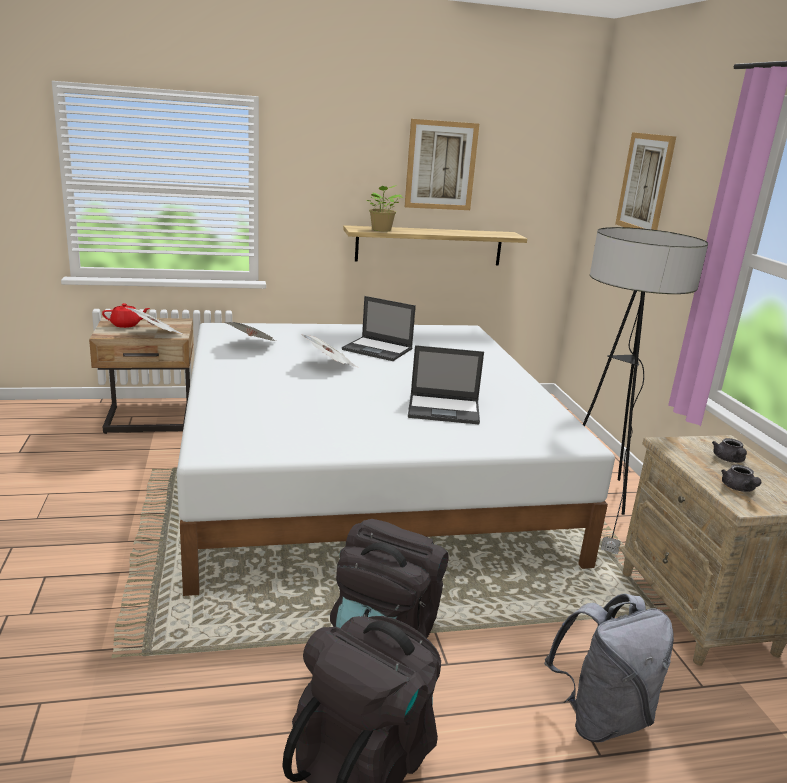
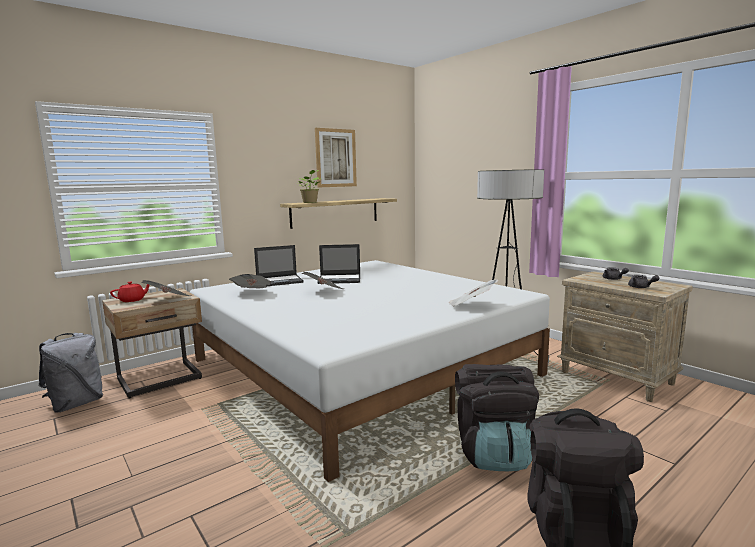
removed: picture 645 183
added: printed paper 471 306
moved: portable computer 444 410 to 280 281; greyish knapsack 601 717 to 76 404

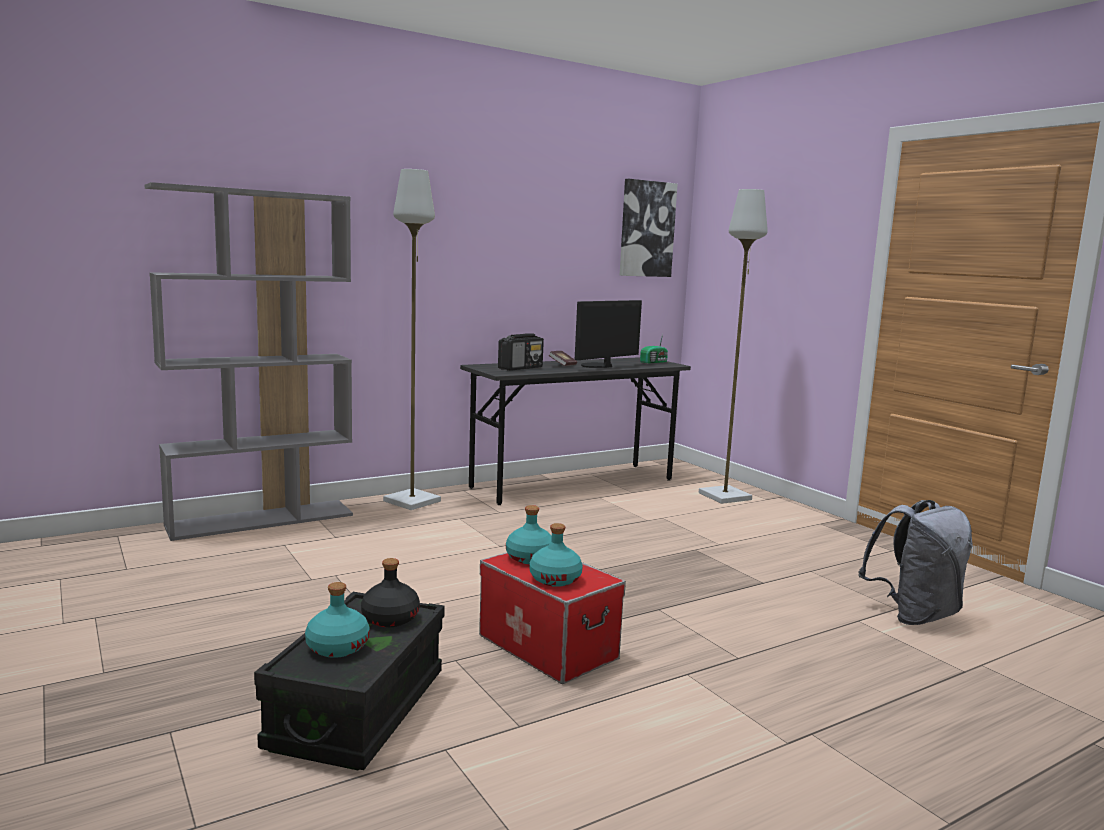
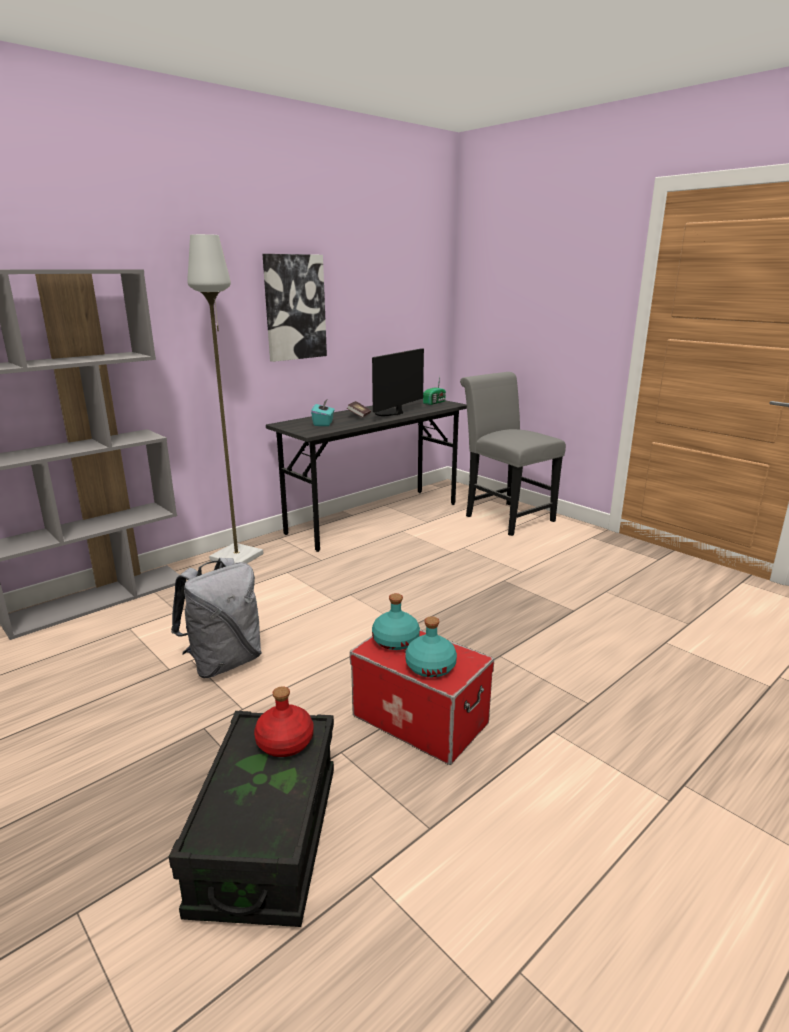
removed: blue-green bottle 337 647
moved: picture 646 229 to 294 307; greyish knapsack 913 615 to 224 662
replaced: radio set 521 368 to blue-green tissue box 323 423; greyish floor lamp 724 496 to greyish chair 505 516
recoloured: black bottle 389 618 to red-coloured bottle 284 742

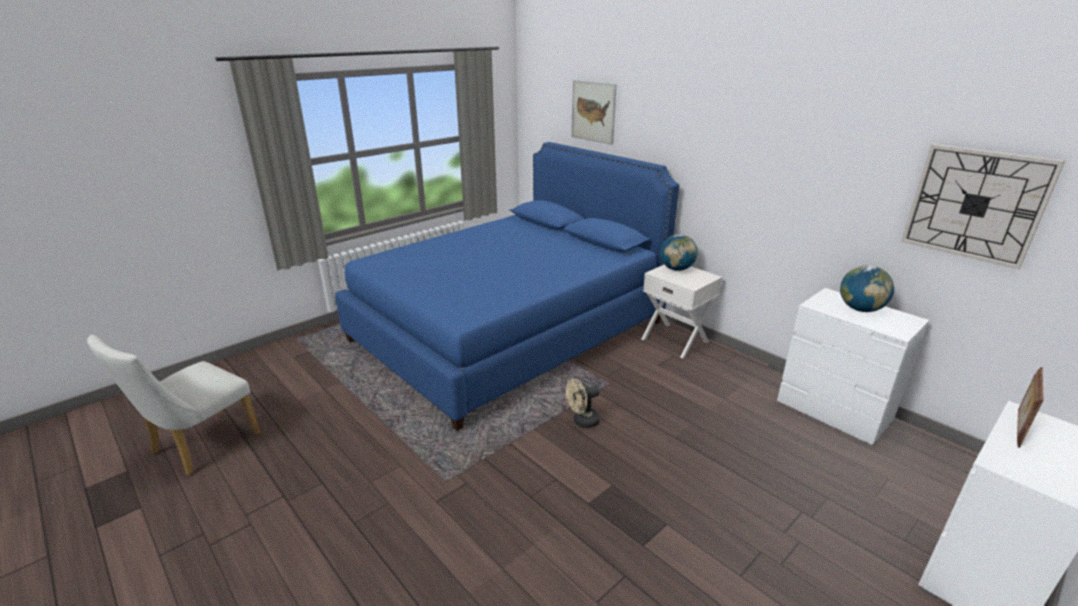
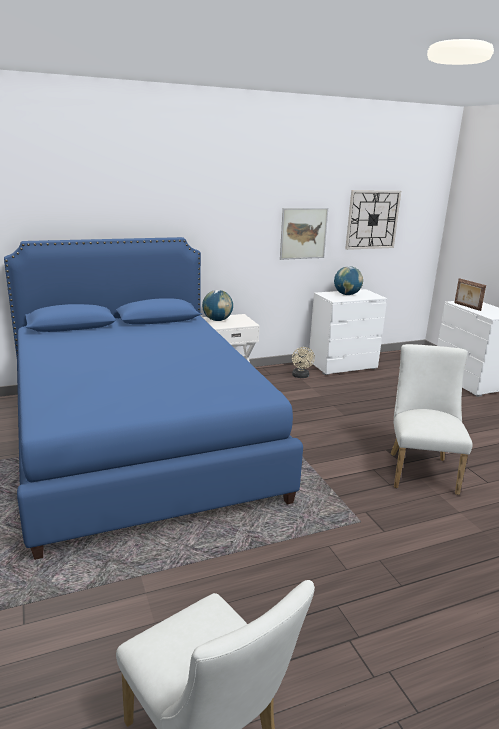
added: whitish chair 420 470
moved: sand-coloured fan 582 421 to 301 376; picture 593 111 to 303 233

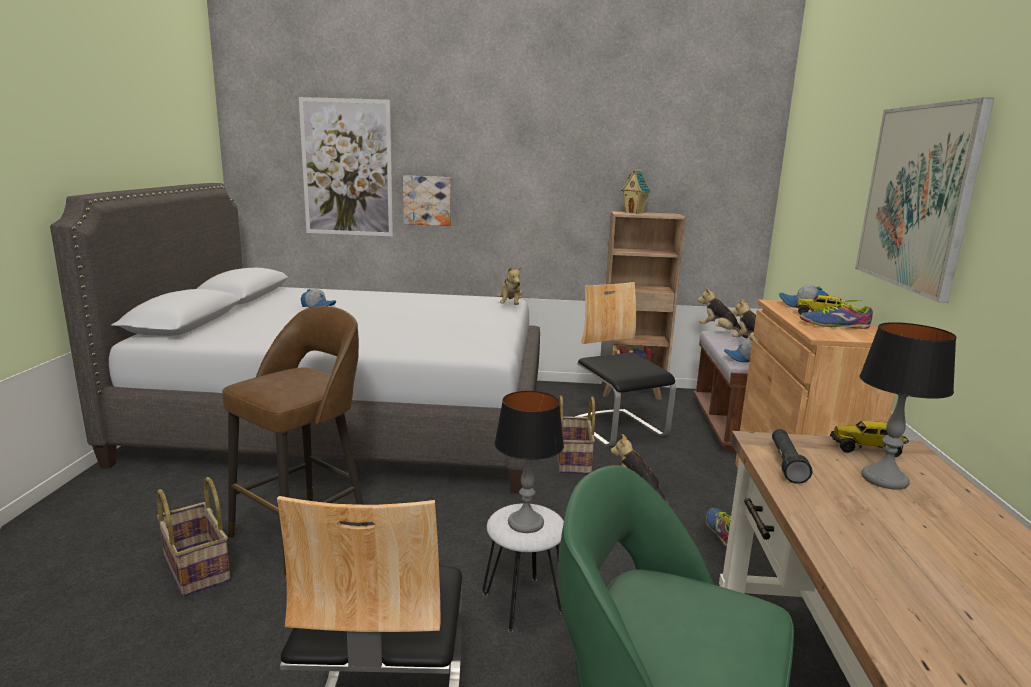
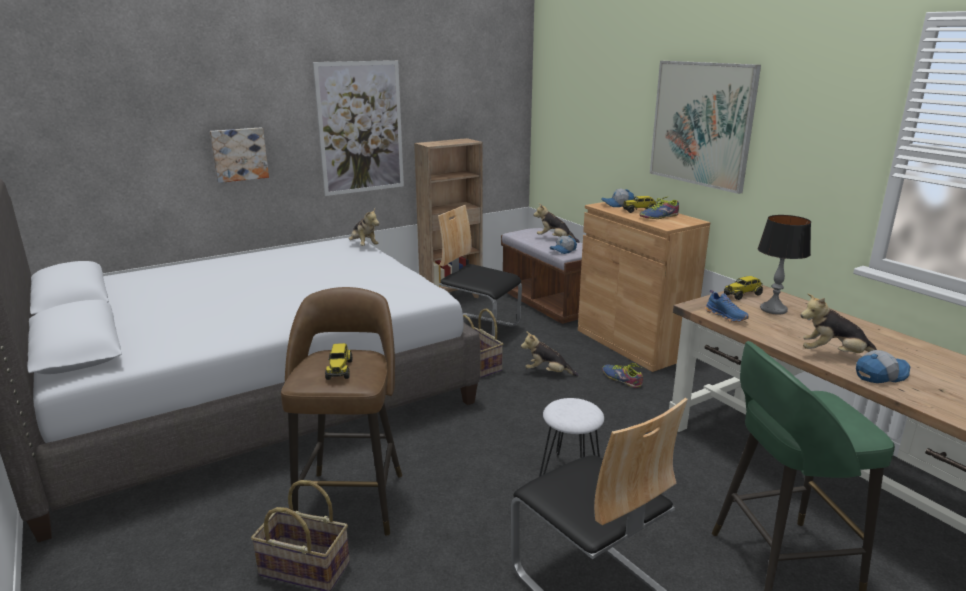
removed: tabletop lamp 525 523; model house 634 212
added: toy lorry 339 370
moved: picture 347 168 to 360 128; baseball cap 318 307 to 880 375; soft toy 720 331 to 833 355
replaced: black flashlight 786 464 to bluish low shoe 726 316

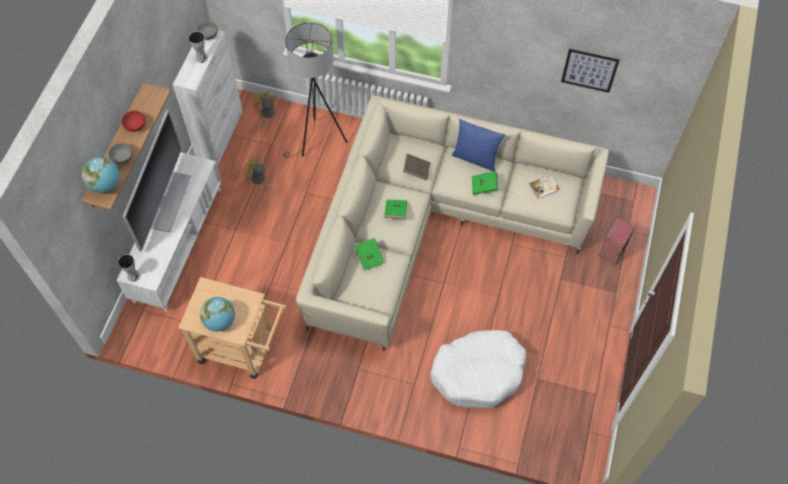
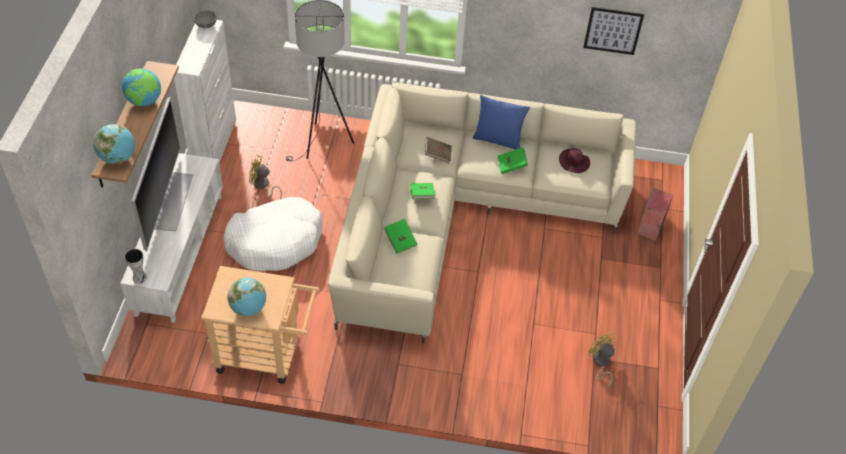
removed: greyish bowl 122 159; flower vase 202 57
moved: yellow-coloured fan 266 115 to 600 363; whitish dog bed 478 372 to 275 241
replaced: red-coloured bowl 136 126 to world globe 144 101; volume 544 187 to purplish clothing hat 574 163

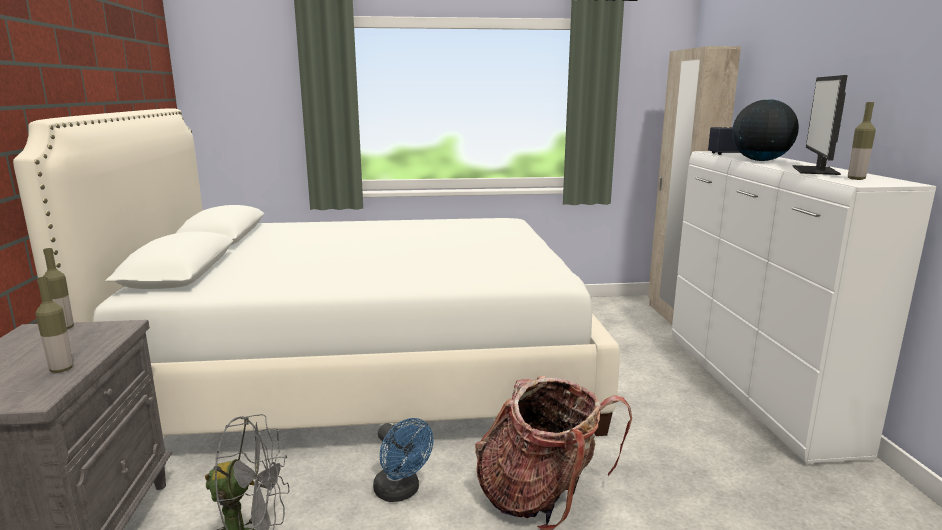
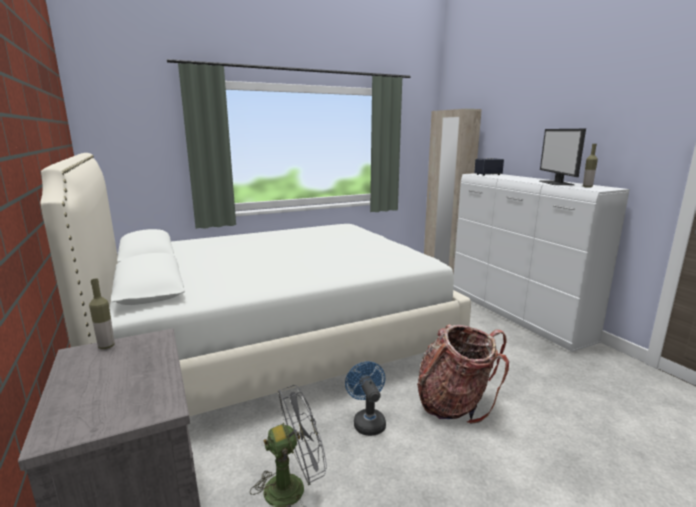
removed: bottle 61 369; world globe 760 160
turned: bluish fan 401 492 = 367 421 135 degrees counterclockwise

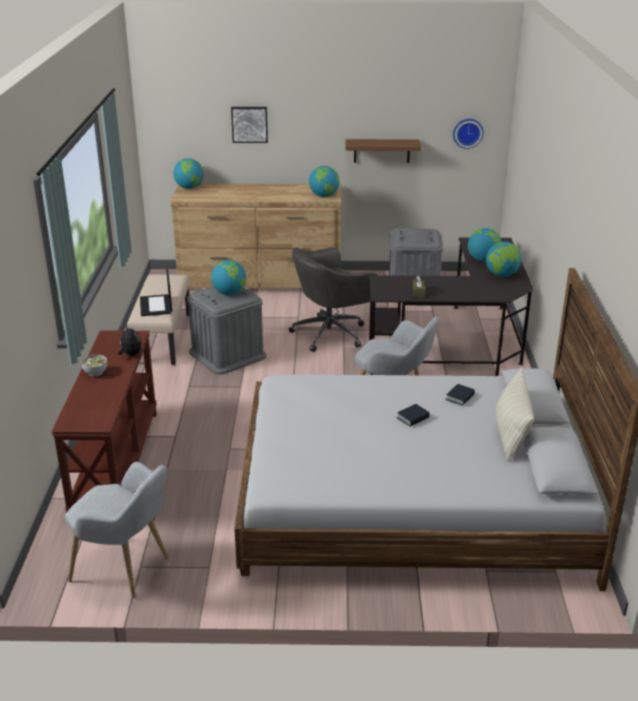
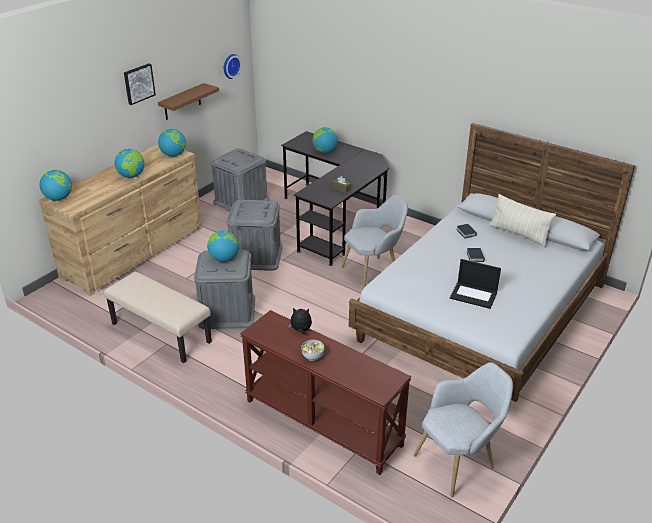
moved: portable computer 156 306 to 474 295; picture 249 124 to 138 83; world globe 501 275 to 131 176
replaced: greyish desk chair 331 333 to greyish storage bin 256 256

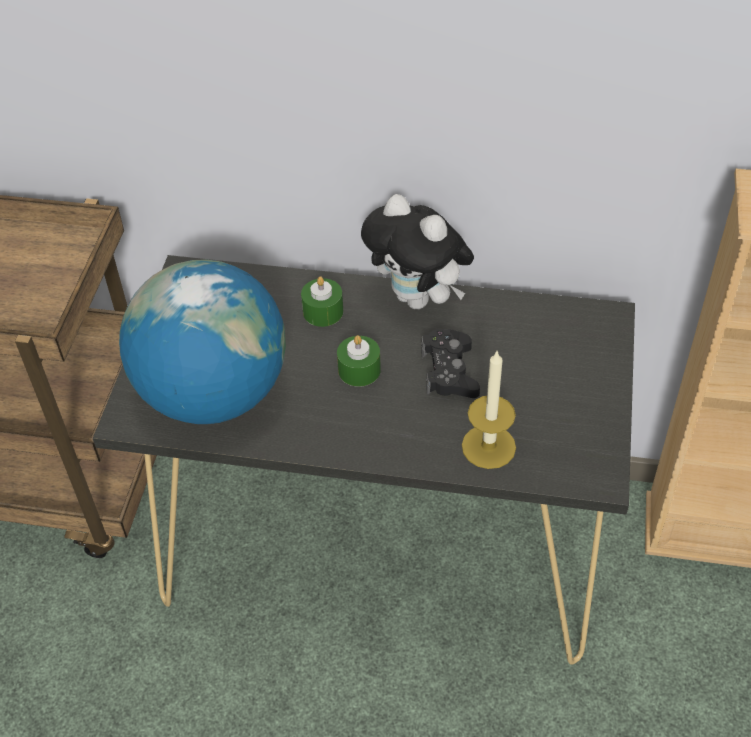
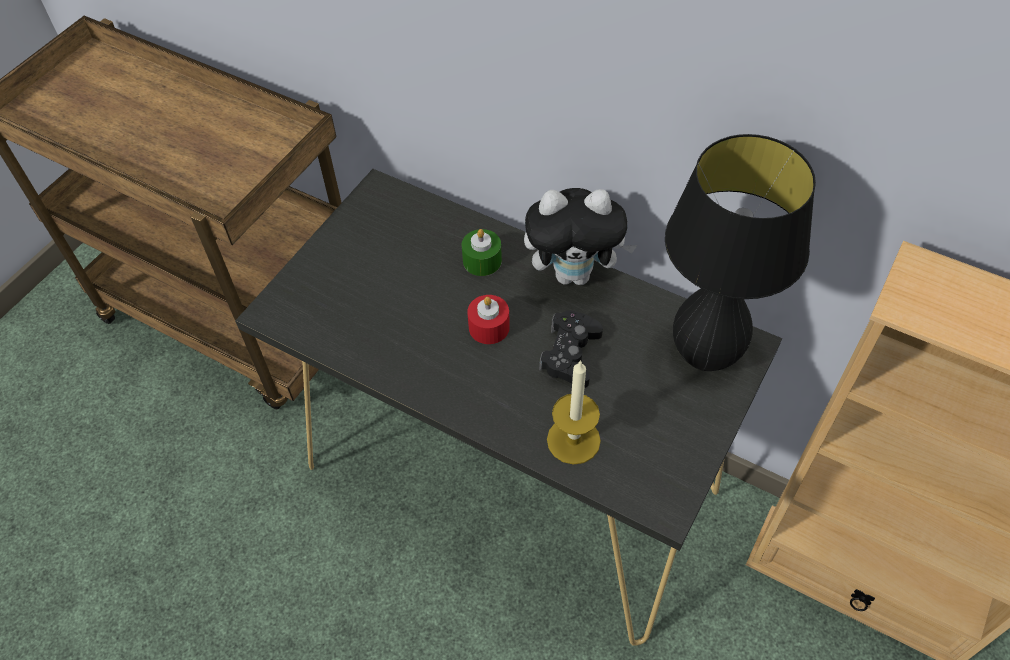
removed: world globe 213 393
added: black tabletop lamp 704 356
recoloured: greenish candle 359 370 to red-coloured candle 489 327
turned: soft toy 419 299 = 575 274 60 degrees counterclockwise

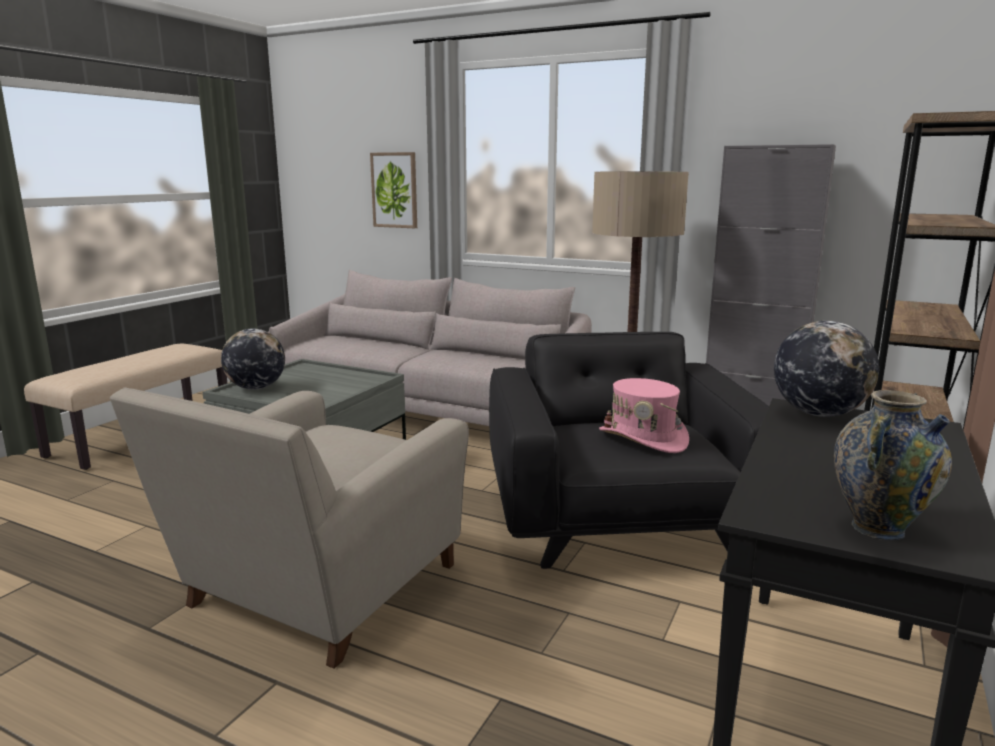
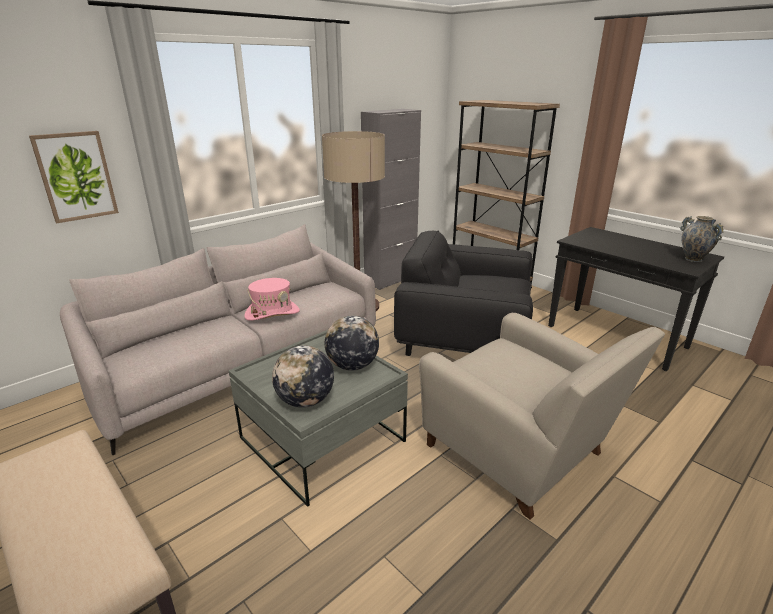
moved: pink clothing hat 643 438 to 272 313; world globe 818 414 to 352 366

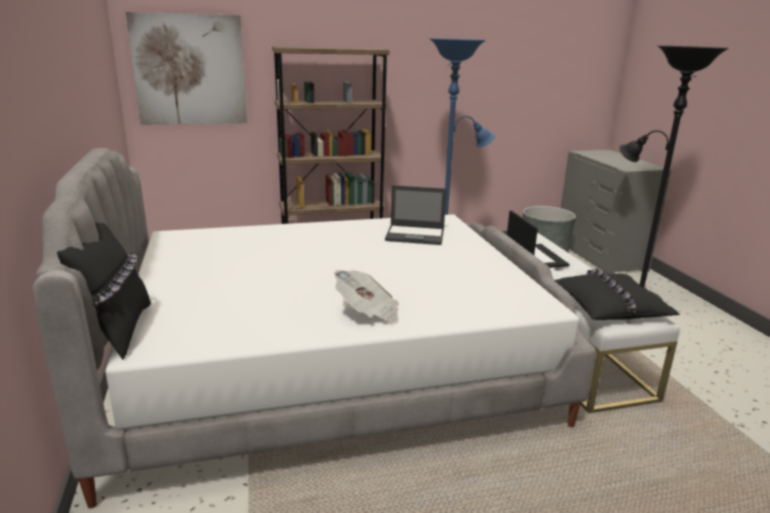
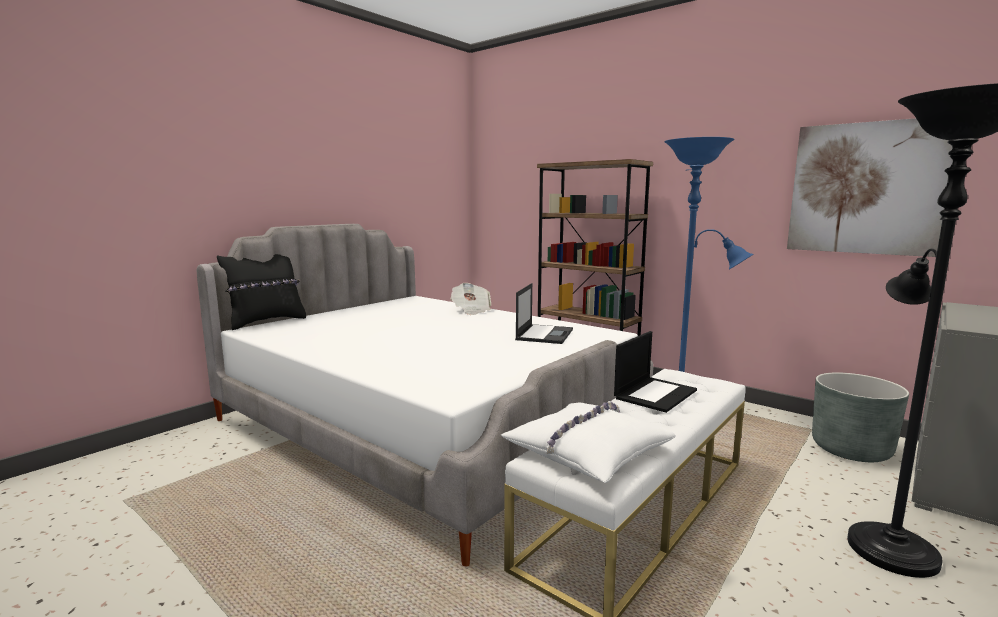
moved: picture 189 70 to 865 188; printed paper 368 313 to 471 310
recoloured: black pillow 608 307 to whitish pillow 587 451
turned: portable computer 416 235 = 544 334 135 degrees counterclockwise

